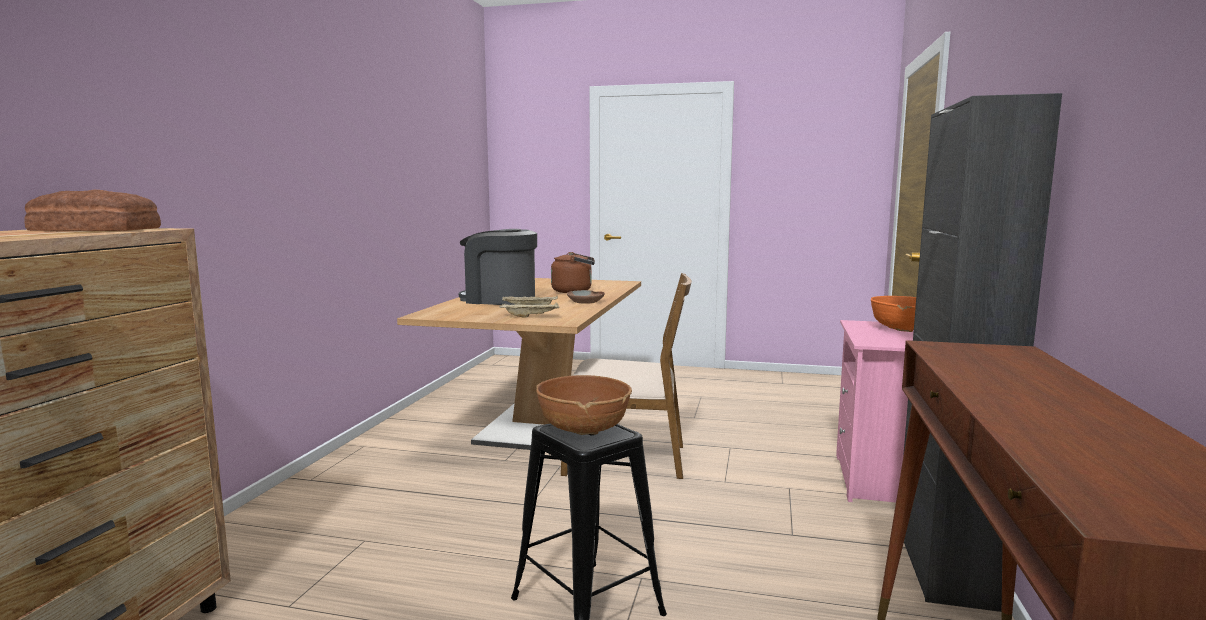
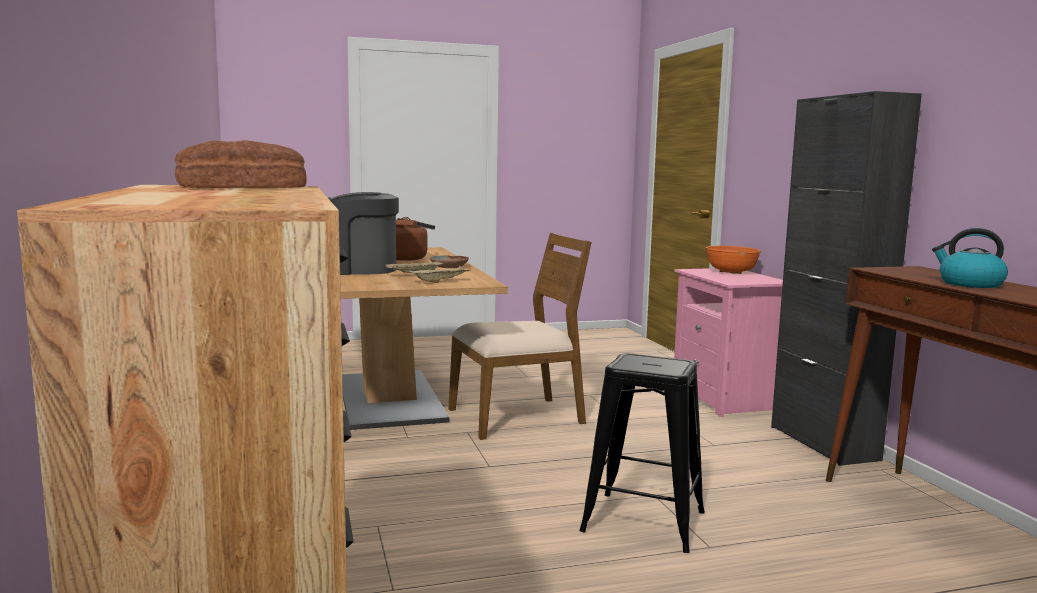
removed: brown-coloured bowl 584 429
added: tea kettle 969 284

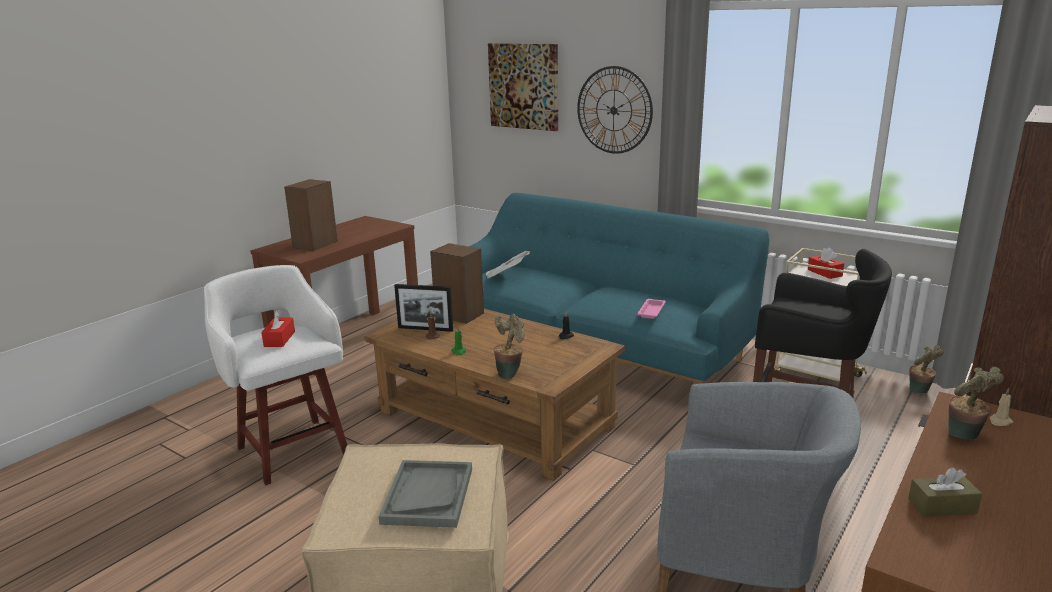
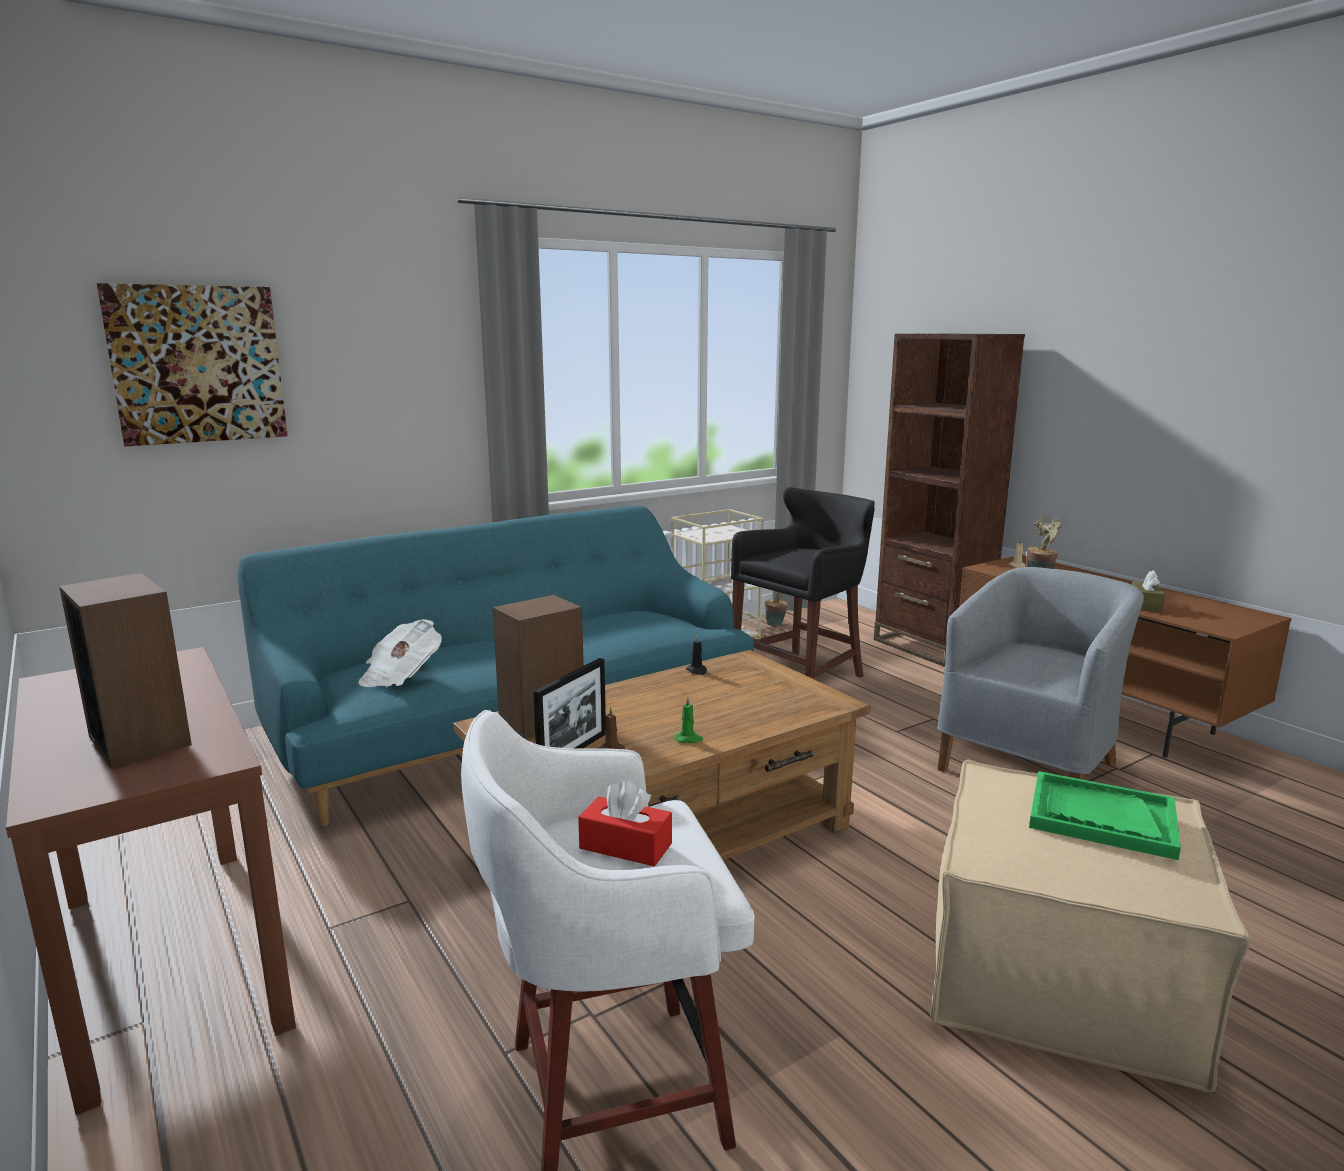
removed: potted plant 510 373; wall clock 614 110; pink tray 651 311; red-coloured tissue box 824 273
recoloured: greyish tray 428 495 to greenish tray 1101 818

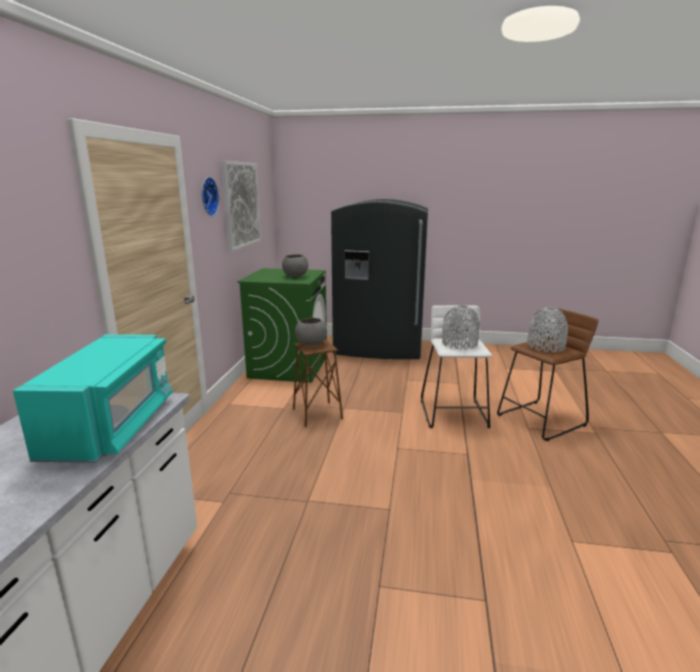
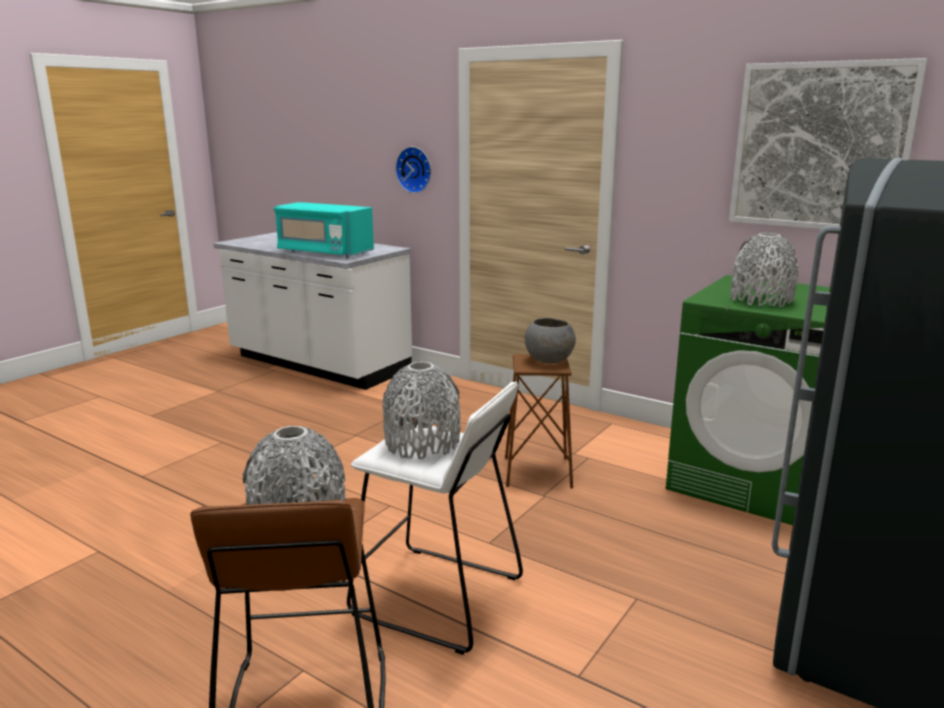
moved: wall clock 207 196 to 415 169
replaced: greyish bowl 295 276 to greyish flower vase 761 300

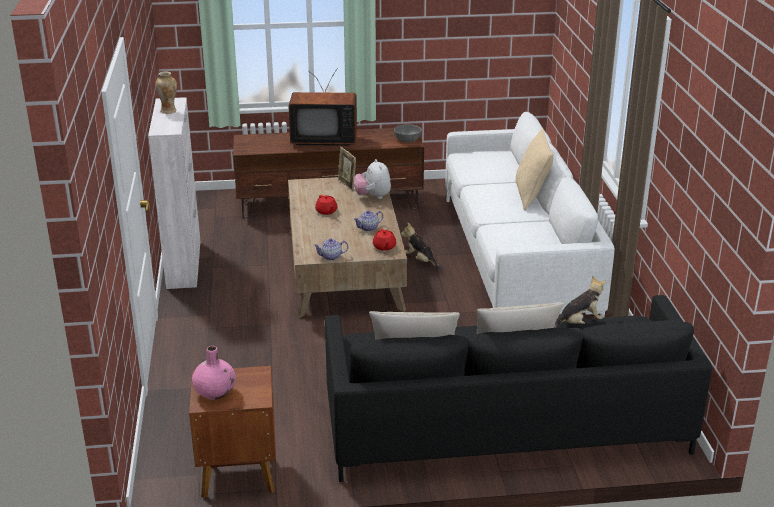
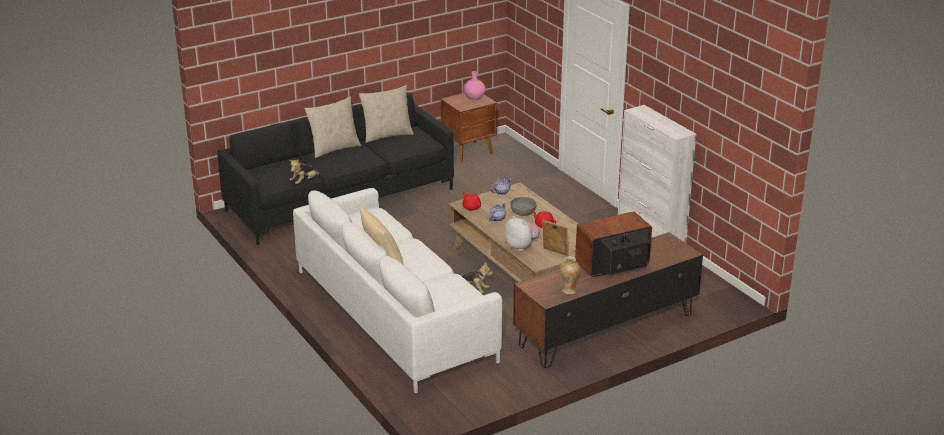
moved: flower vase 168 111 to 569 290; greyish bowl 407 139 to 523 212

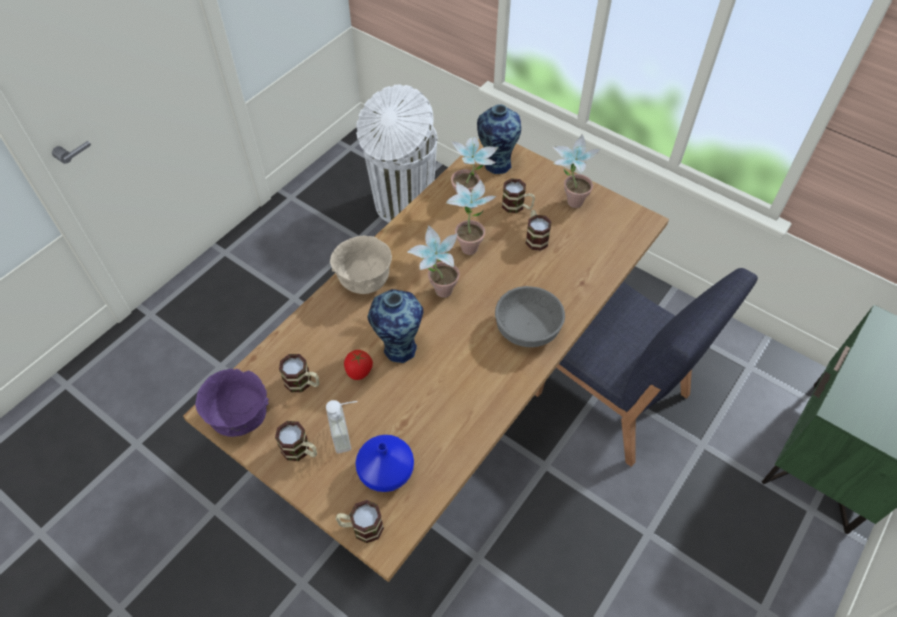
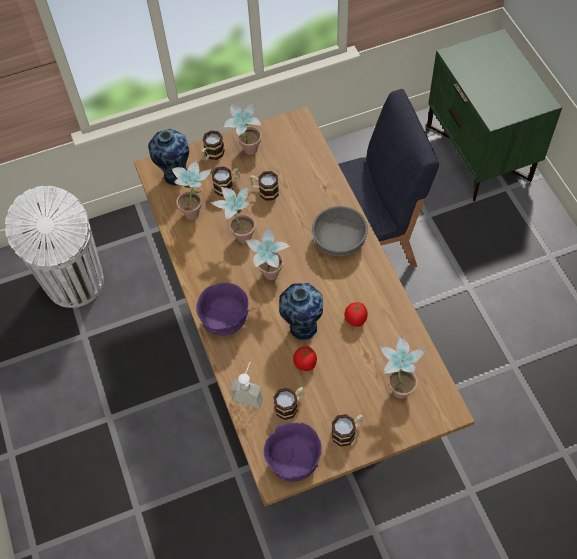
added: tomato 356 320
moved: liquid soap bottle 348 434 to 249 394; tea mug 361 527 to 212 155
replaced: bluish flower vase 385 472 to potted plant 398 386
recoloured: sand-coloured bowl 364 282 to purplish bowl 225 321

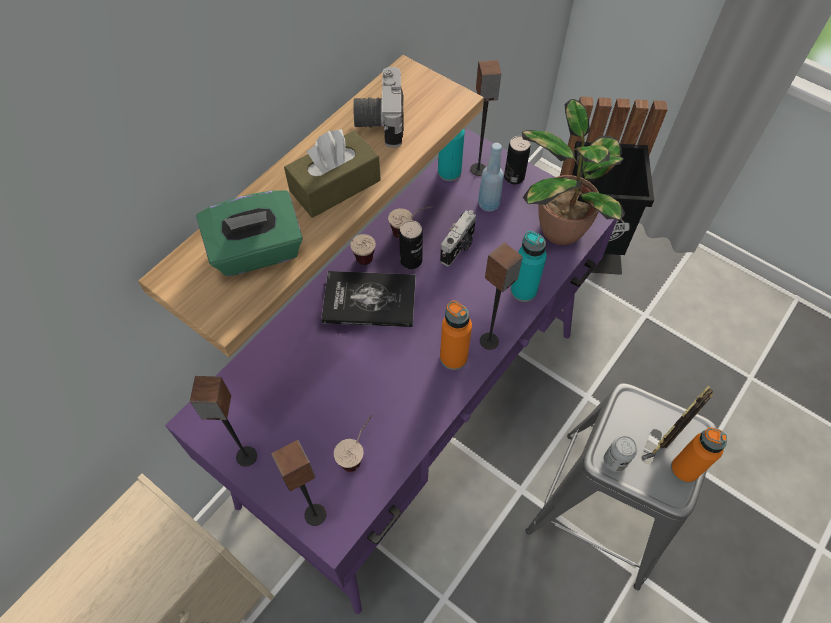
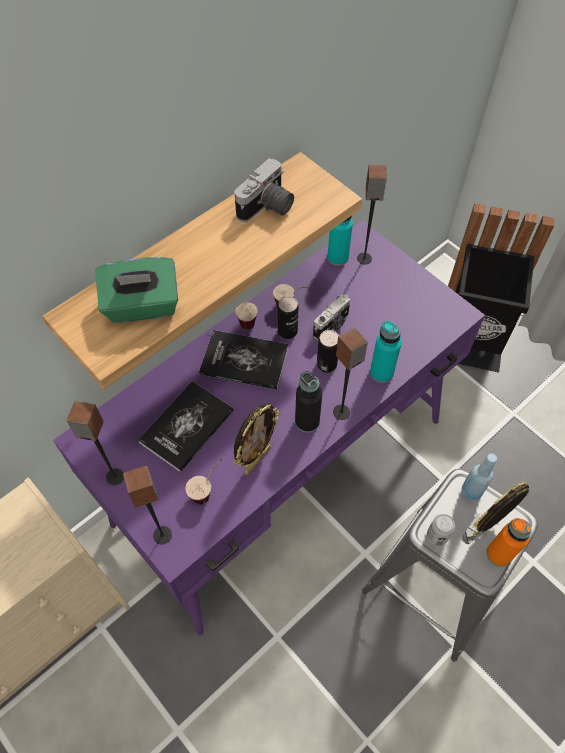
removed: brown-coloured tissue box 335 186; potted plant 560 226
added: volume 187 426; standing frame 257 460
moved: bluish bottle 488 204 to 471 491; sealed can 514 177 to 326 364
recoloured: orange bottle 453 357 to black bottle 307 421
turned: still camera 379 121 = 267 208 150 degrees counterclockwise

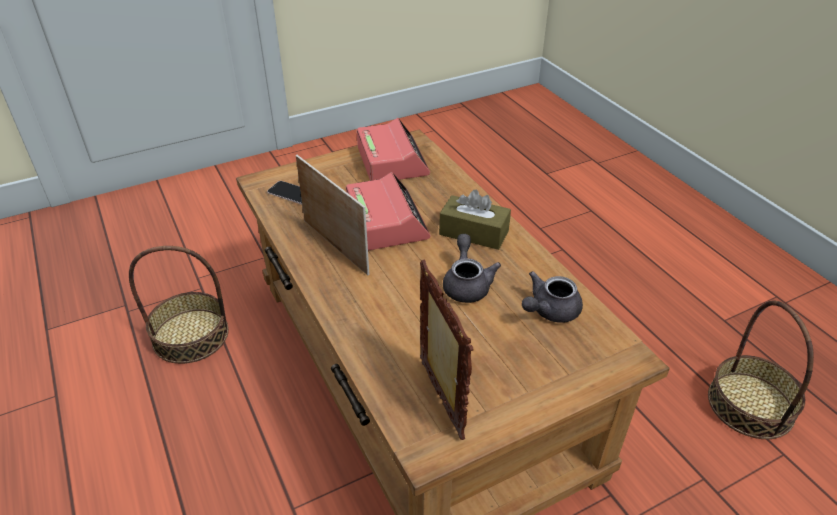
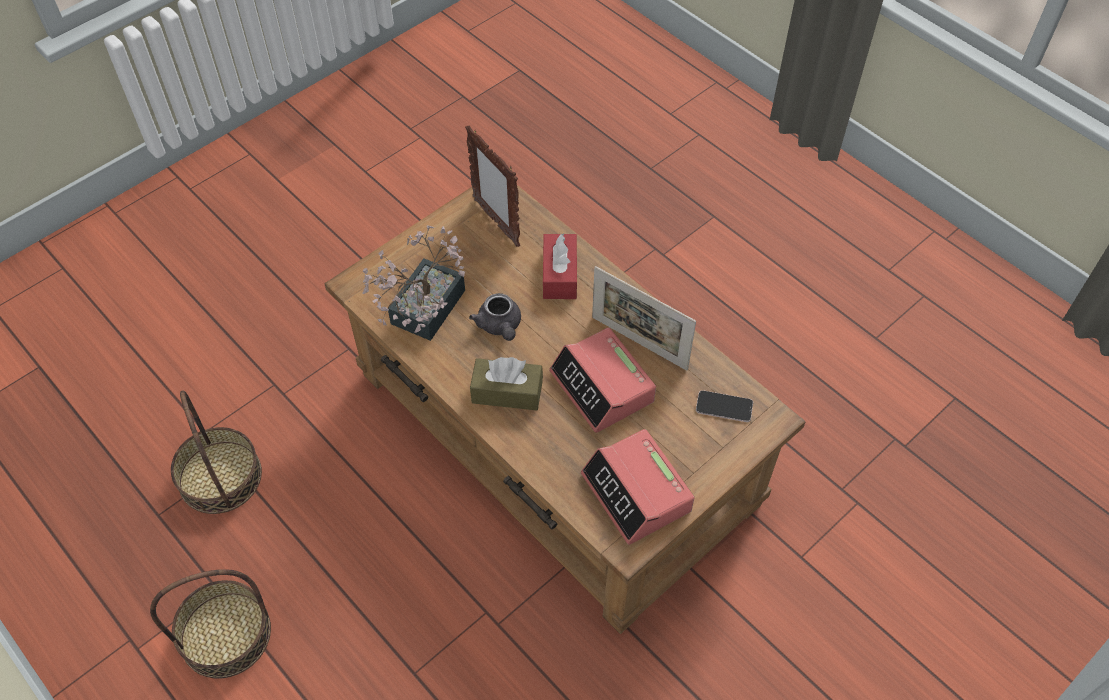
added: red-coloured tissue box 559 274
moved: household basket 191 335 to 225 635
replaced: greyish tea pot 549 311 to potted plant 422 313

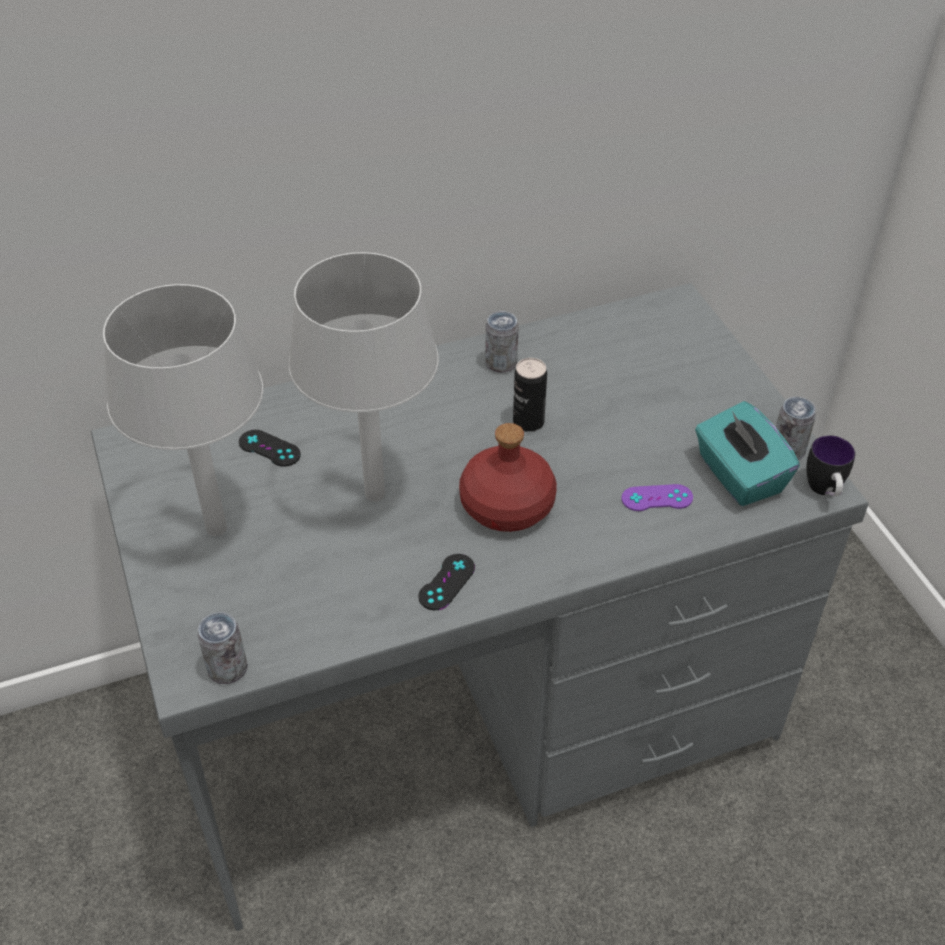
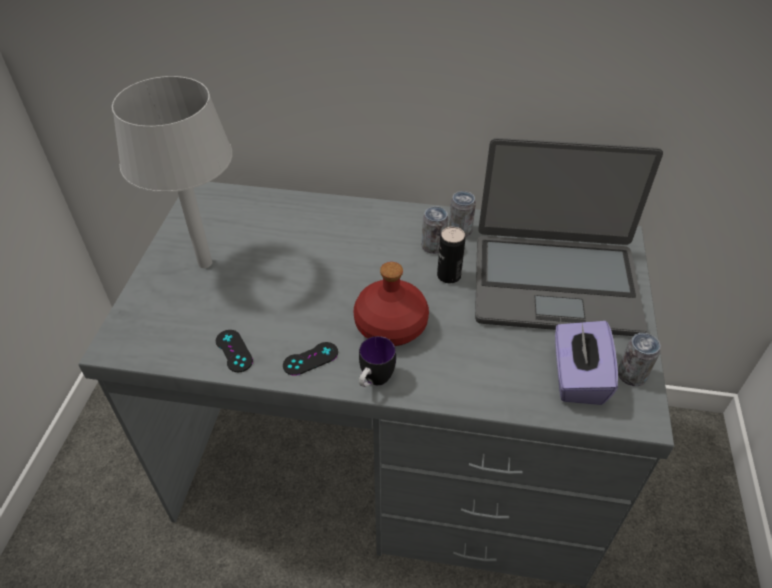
removed: greyish tabletop lamp 374 493; purplish gamepad 657 498
added: portable computer 554 283
moved: sealed can 227 668 to 433 246; black gamepad 269 448 to 234 351; tea mug 824 492 to 374 381
recoloured: blue-green tissue box 738 476 to purplish tissue box 577 377

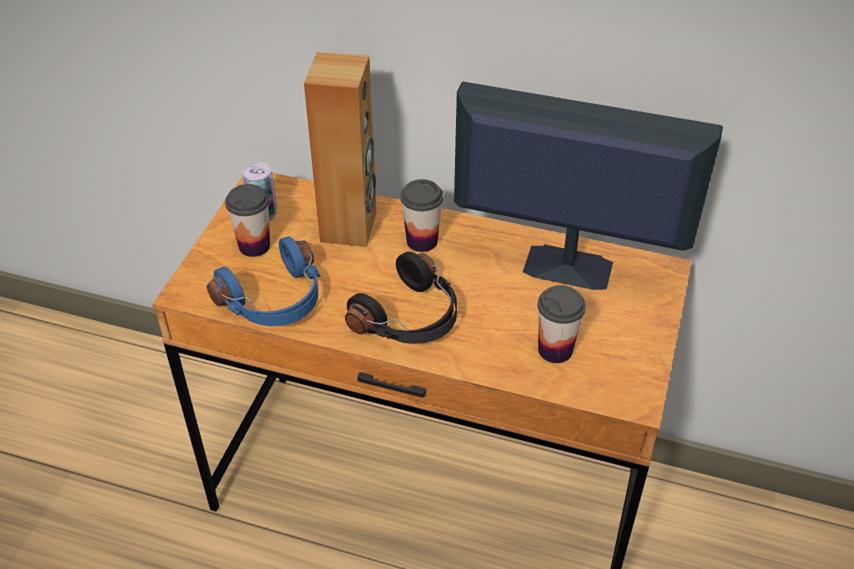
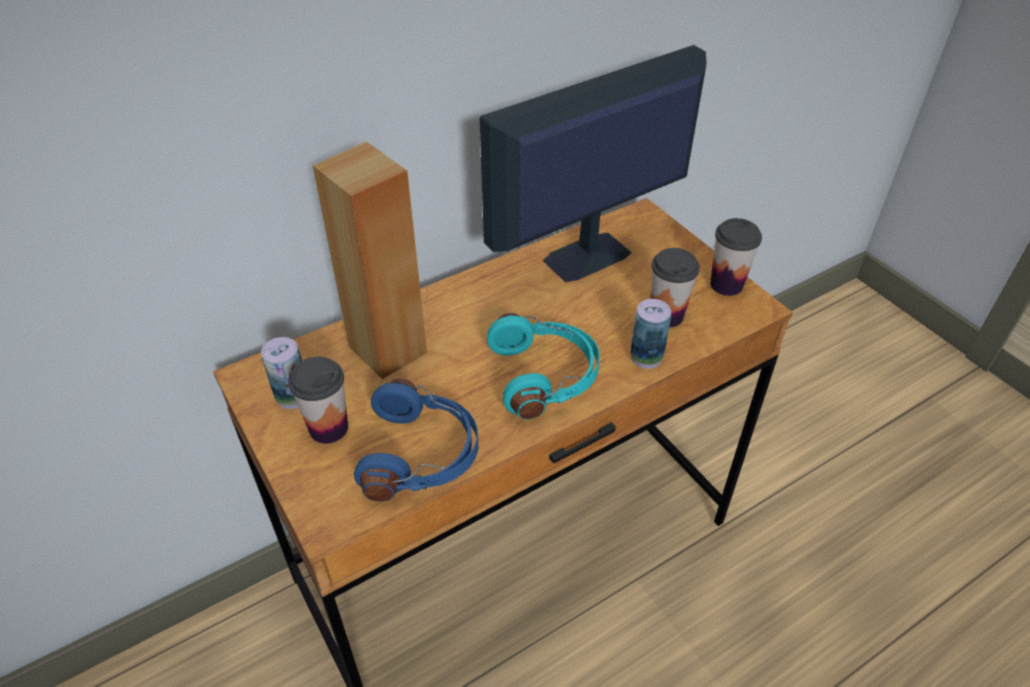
added: sealed can 646 357
moved: cup 422 241 to 726 284
recoloured: black pair of headphones 410 318 to blue-green pair of headphones 545 376

